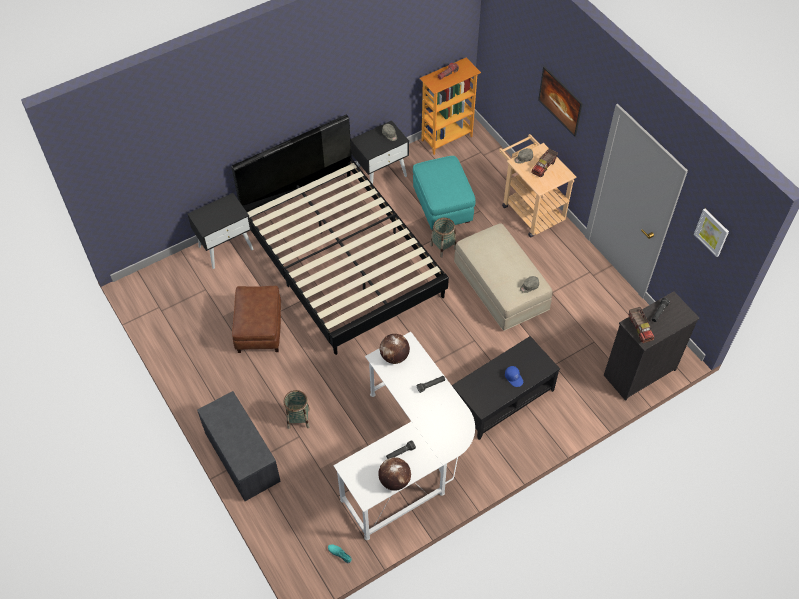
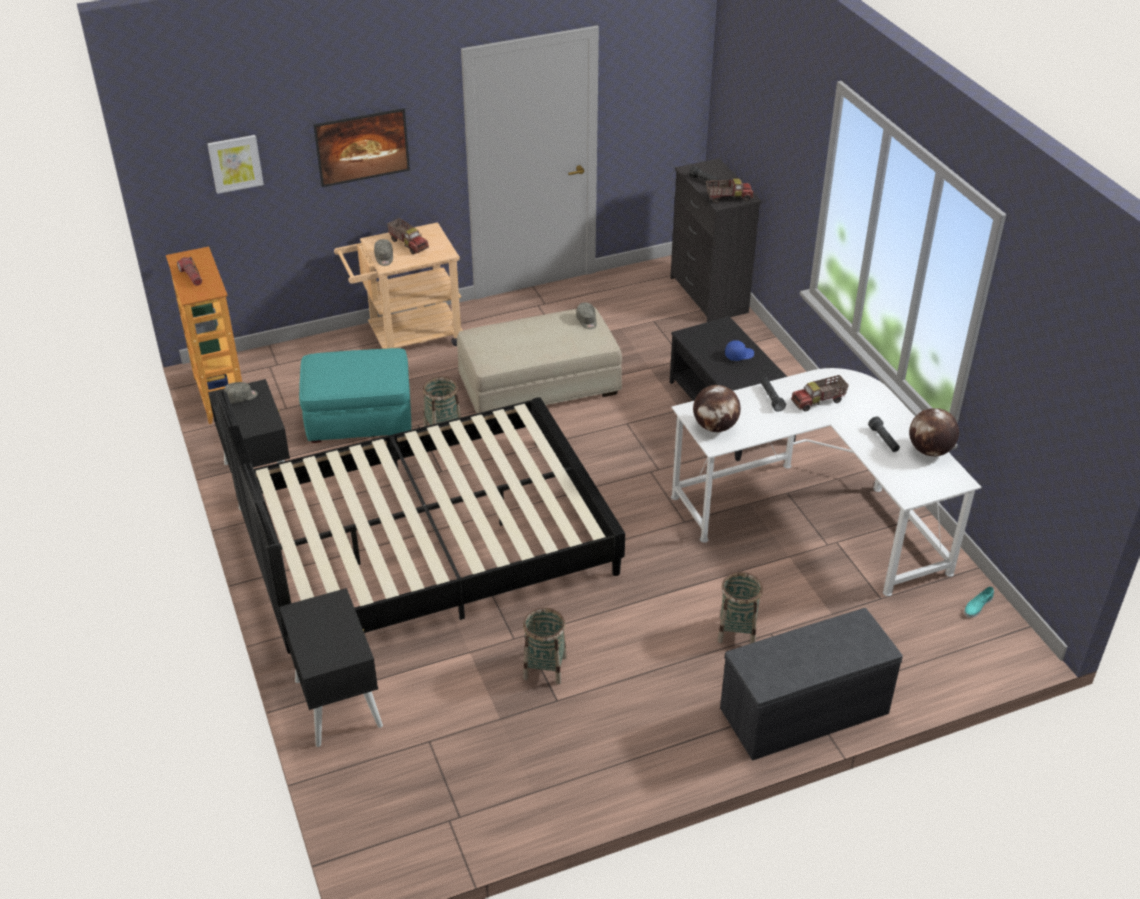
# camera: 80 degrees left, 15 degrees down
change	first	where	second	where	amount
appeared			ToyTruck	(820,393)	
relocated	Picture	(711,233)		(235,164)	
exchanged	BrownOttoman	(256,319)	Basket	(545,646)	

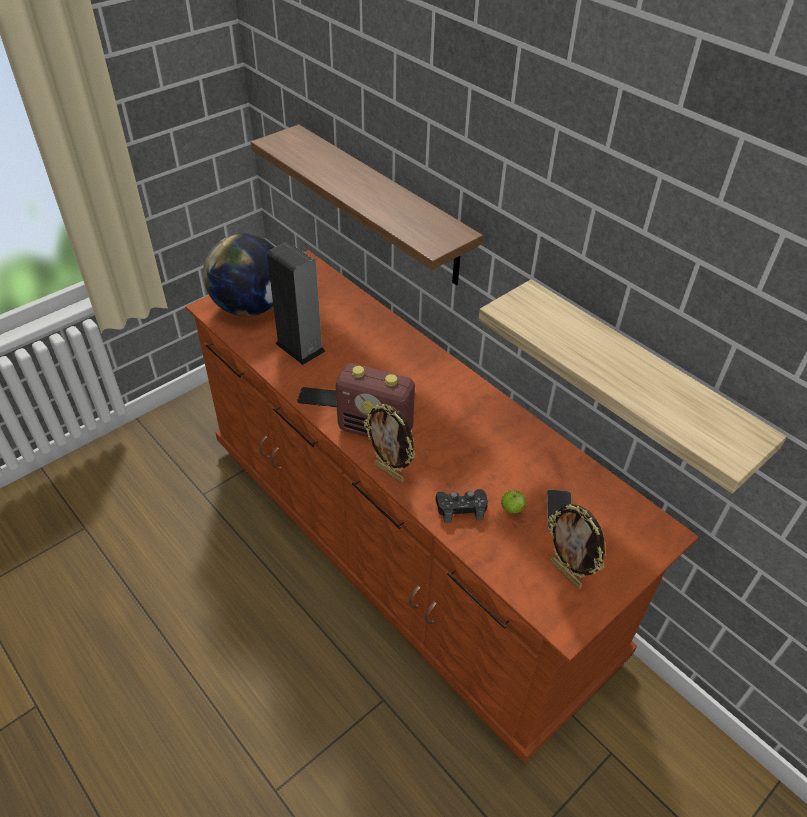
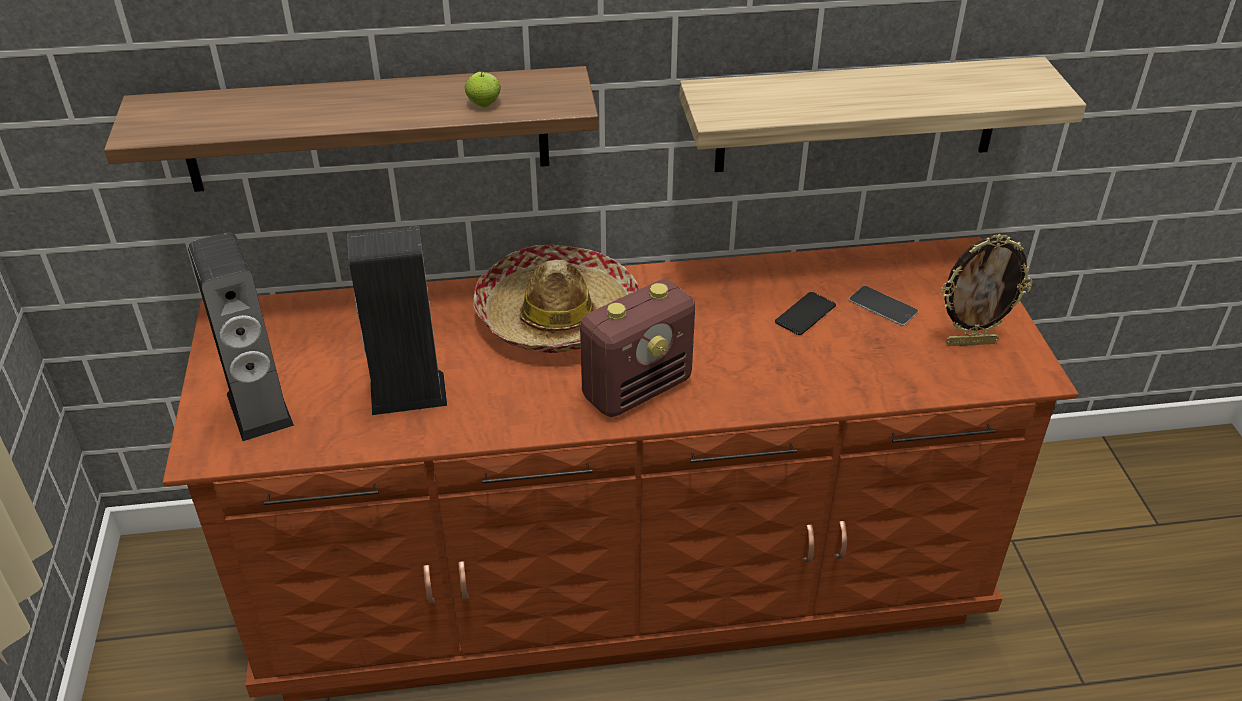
# camera: 55 degrees left, 5 degrees down
change	first	where	second	where	amount
missing	PictureFrame	(389,443)			
missing	BlackGameController	(462,506)			
appeared			Hat	(556,298)	
relocated	Phone	(317,397)		(805,313)	
relocated	Apple	(513,502)		(482,89)	
exchanged	Globe	(239,274)	Speaker	(241,336)	

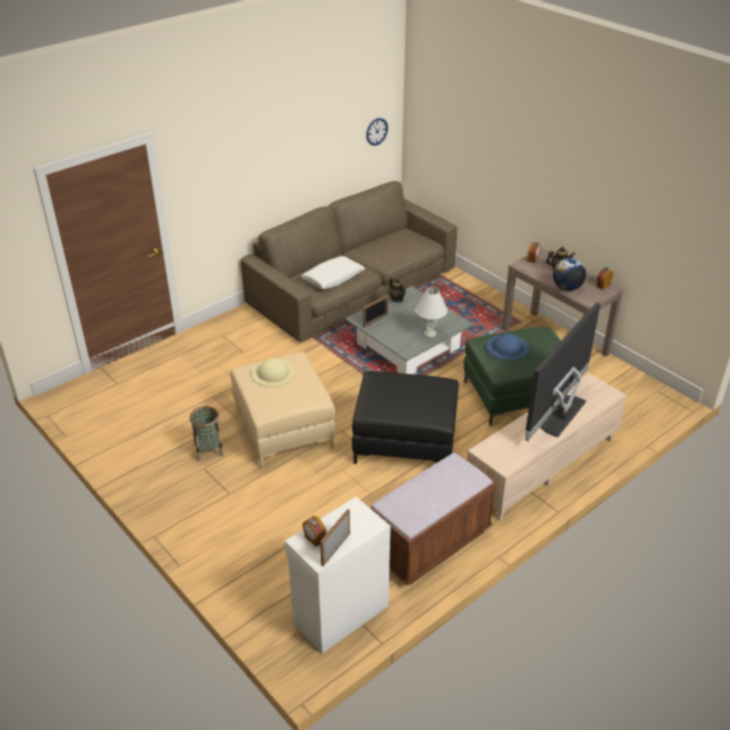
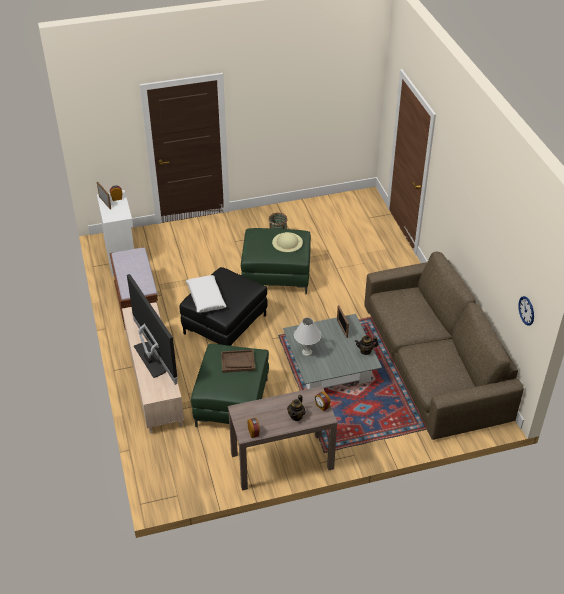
# camera: 115 degrees right, 5 degrees up
change	first	where	second	where	amount
missing	Globe	(569,274)			
relocated	WhitePillow	(333,272)		(206,294)	
exchanged	BlueHat	(507,346)	BrownTray	(238,361)	
colour	BeigeOttoman	(282,409)	GreenOttoman	(276,261)	

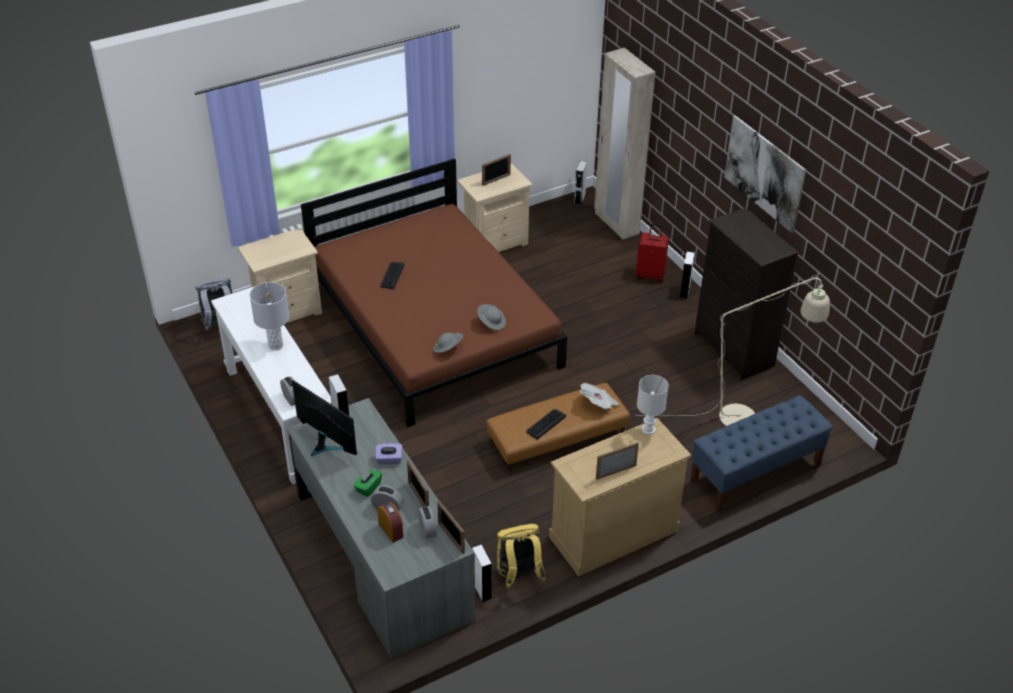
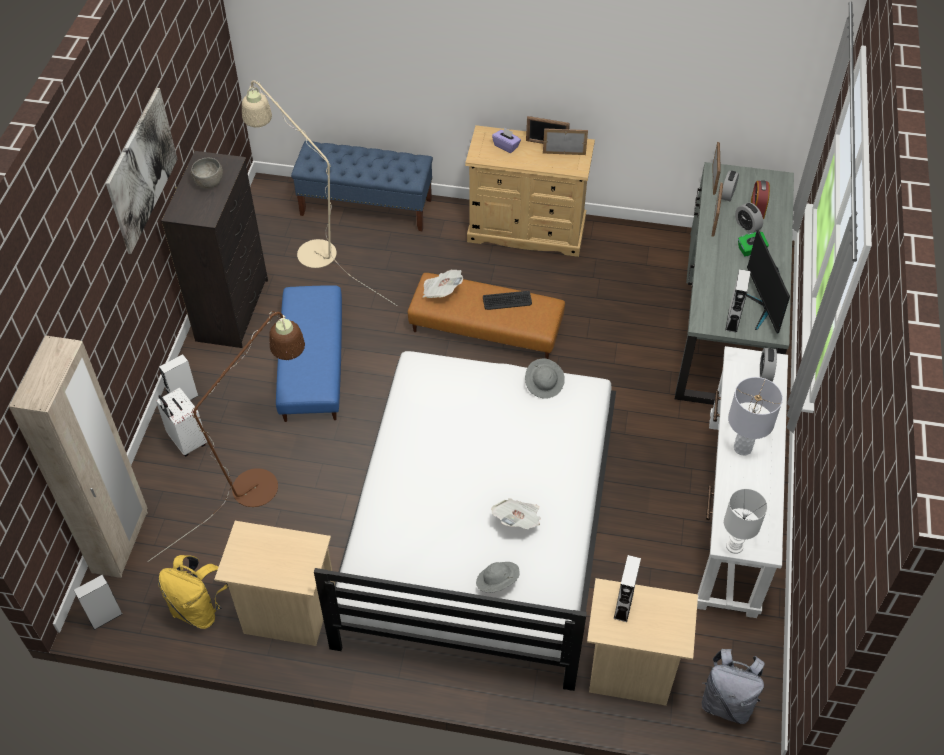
# camera: 140 degrees left, 10 degrees up
change	first	where	second	where	amount
appeared			BrownFloorLamp	(226,436)	
appeared			GreyBowl	(207,173)	
appeared			BlueOttoman	(309,353)	
relocated	PurpleTissueBox	(388,454)		(506,140)	
relocated	WhiteSpeaker	(482,573)		(627,588)	
relocated	GreyHat	(491,317)		(498,577)	
relocated	PictureFrame	(496,170)		(565,141)	
relocated	YellowBackpack	(521,556)		(193,592)	
relocated	WhiteTableLamp	(653,405)		(745,521)	
exchanged	Keyboard	(392,275)	Newspaper	(516,513)	
colour	BrownBed	(434,292)	WhiteBed	(465,521)	
colour	RedSuitcase	(652,253)	WhiteSuitcase	(181,422)	

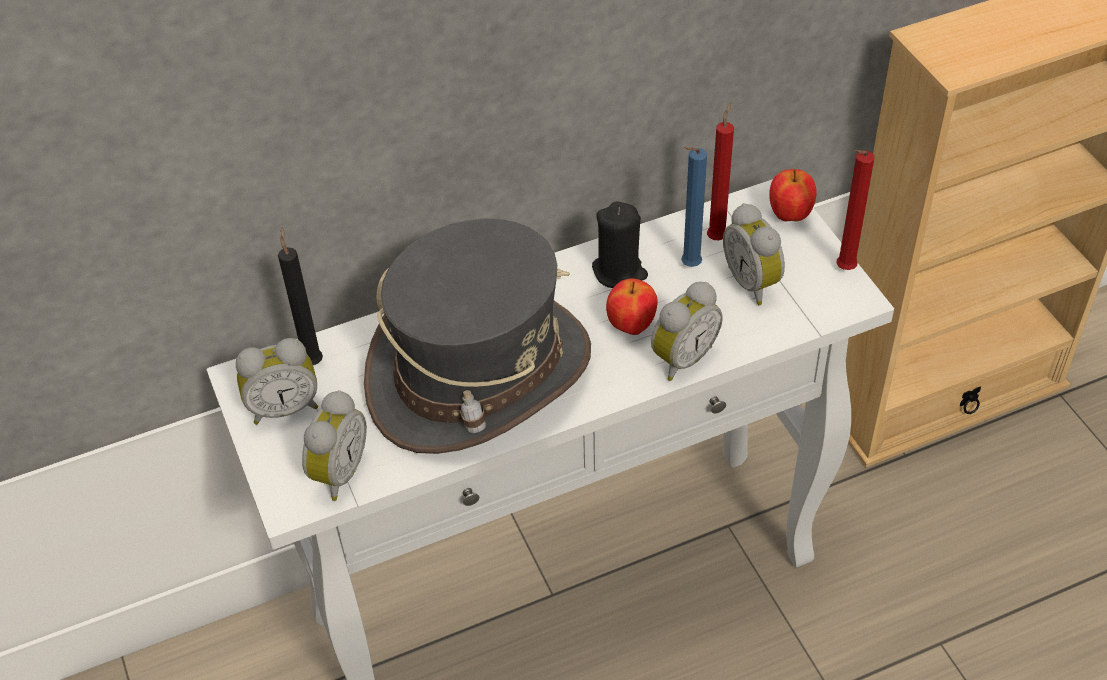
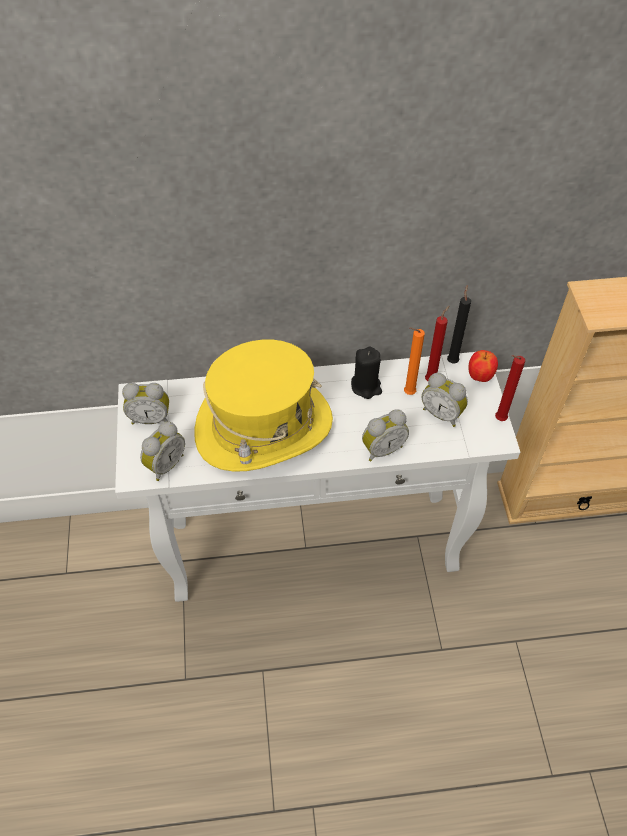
# camera: 15 degrees right, 5 degrees up
change	first	where	second	where	amount
missing	Apple	(632,306)			
relocated	BlackCandle	(300,296)		(459,324)	
colour	GreyHat	(477,336)	YellowHat	(263,405)	
colour	BlueCandle	(694,207)	OrangeCandle	(414,361)	
spun	AlarmClock	(754,254)		(445,400)	45 degrees counterclockwise

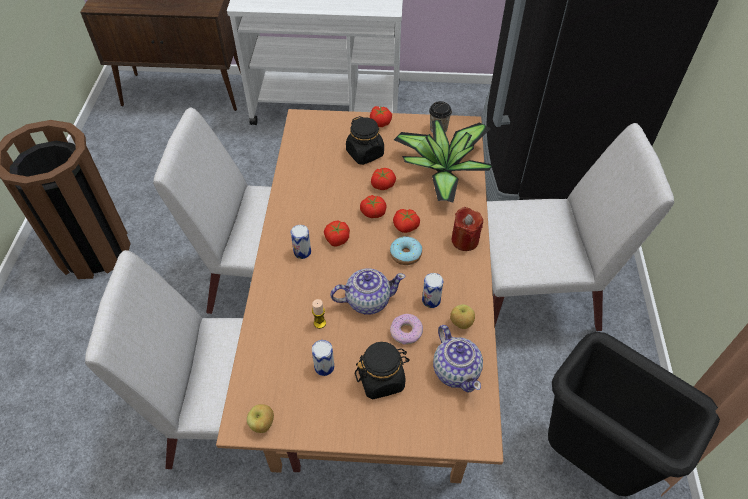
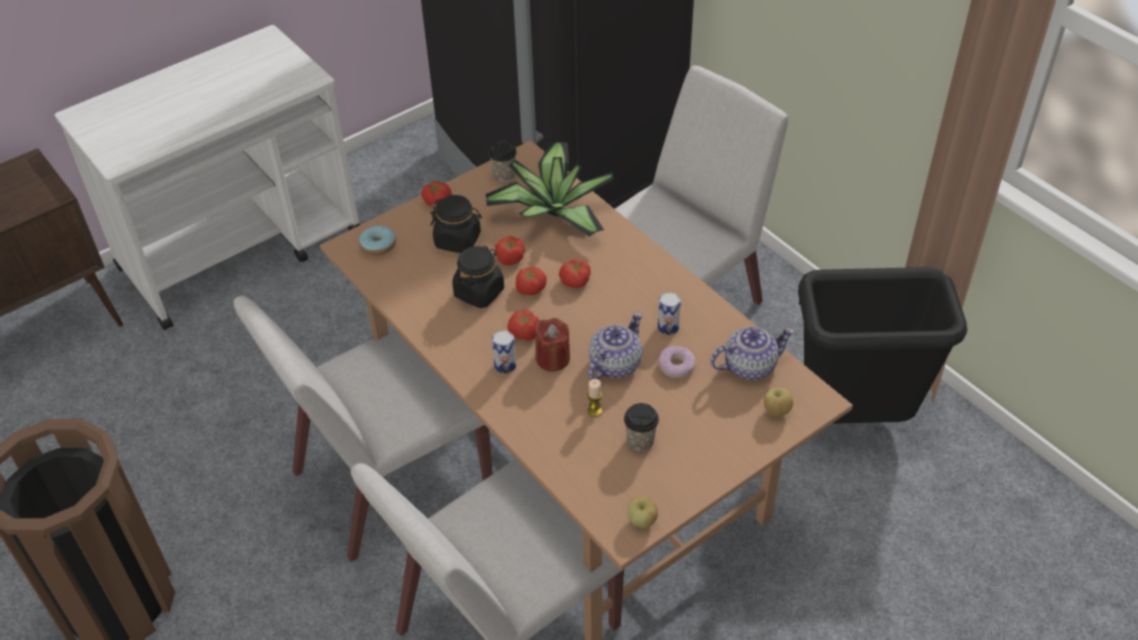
# camera: 40 degrees left, 5 degrees down
change	first	where	second	where	amount
relocated	BlackJar	(382,370)		(478,277)	
relocated	Donut	(406,250)		(377,240)	
relocated	Apple	(462,316)		(778,402)	
relocated	RedCandle	(467,229)		(552,344)	
exchanged	Can	(323,358)	Cup	(641,427)	
spun	Teapot	(458,358)		(752,353)	45 degrees counterclockwise

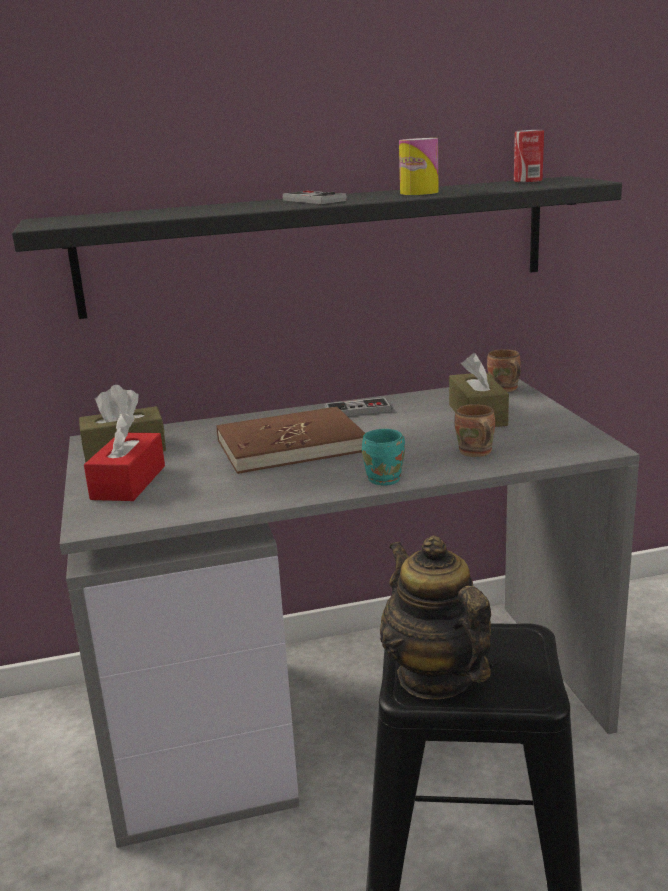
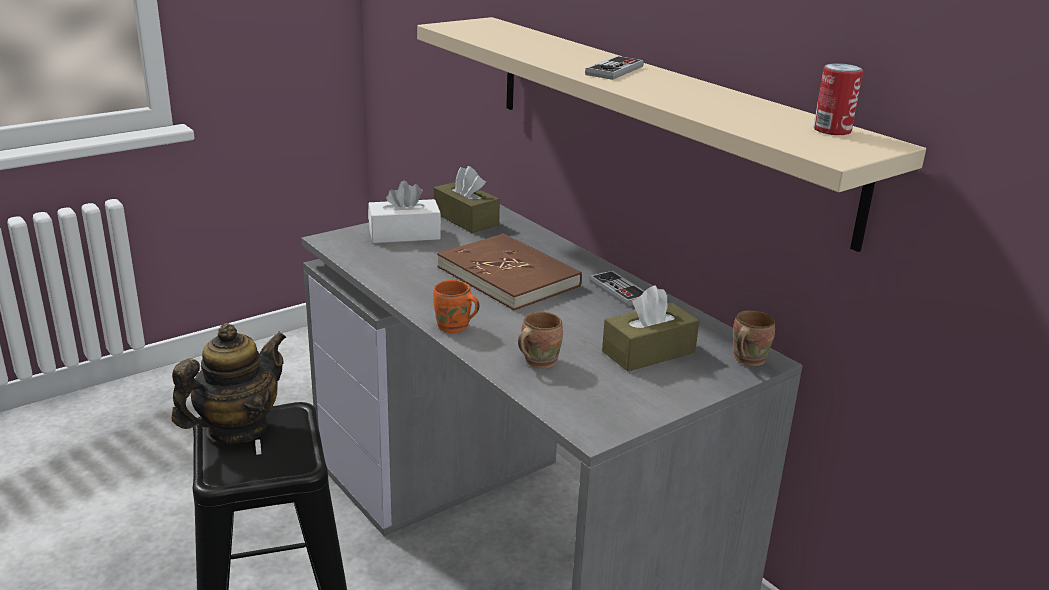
# camera: 65 degrees right, 5 degrees up
change	first	where	second	where	amount
missing	Can	(419,166)			
colour	BlackShelf	(317,247)	BeigeShelf	(671,134)	
colour	RedTissueBox	(124,457)	WhiteTissueBox	(404,212)	
colour	TurquoiseMug	(383,457)	OrangeMug	(456,306)	

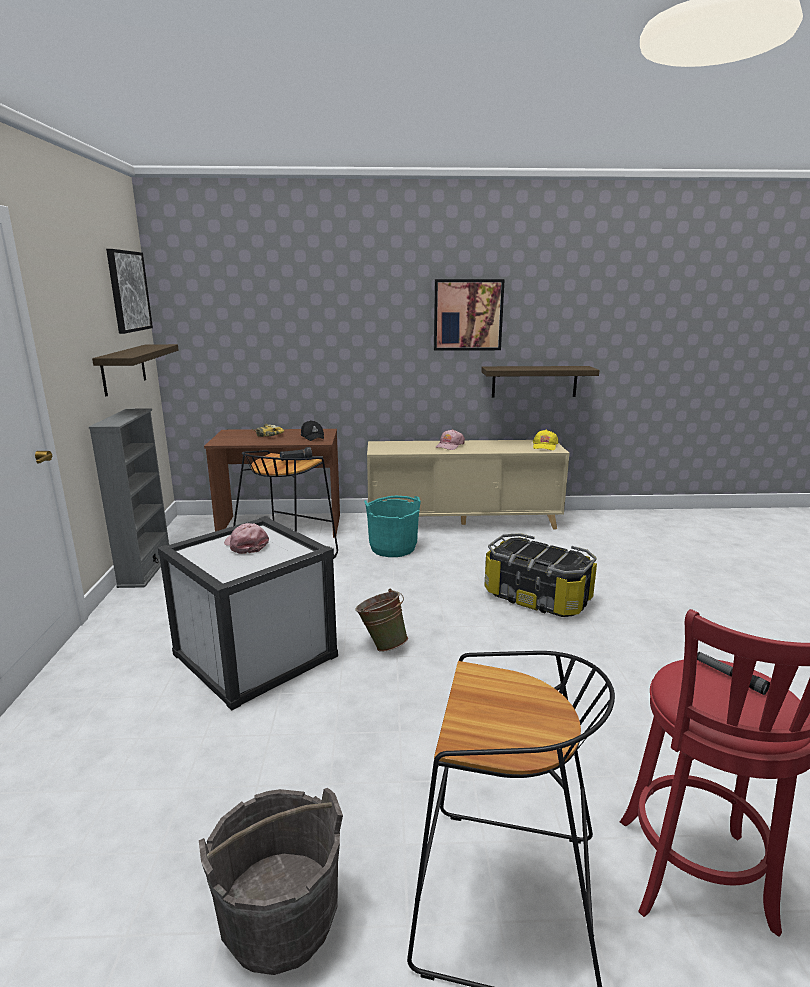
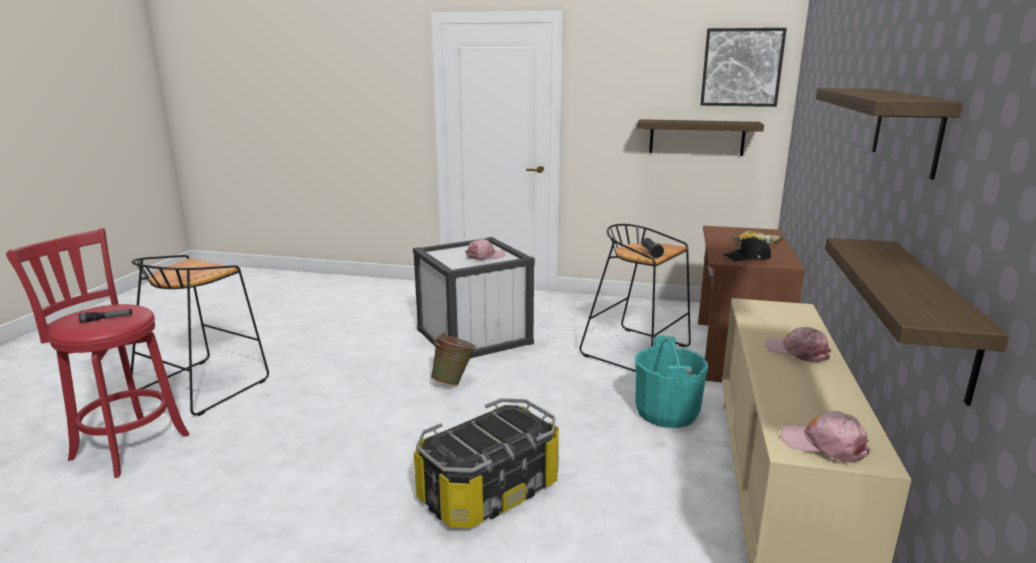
# camera: 105 degrees right, 0 degrees up
change	first	where	second	where	amount
missing	GreyBookcase	(129,498)			
missing	GreyBucket	(271,881)			
exchanged	Picture	(469,315)	Shelf	(889,134)	
colour	YellowCap	(545,440)	PinkCap	(825,437)	

